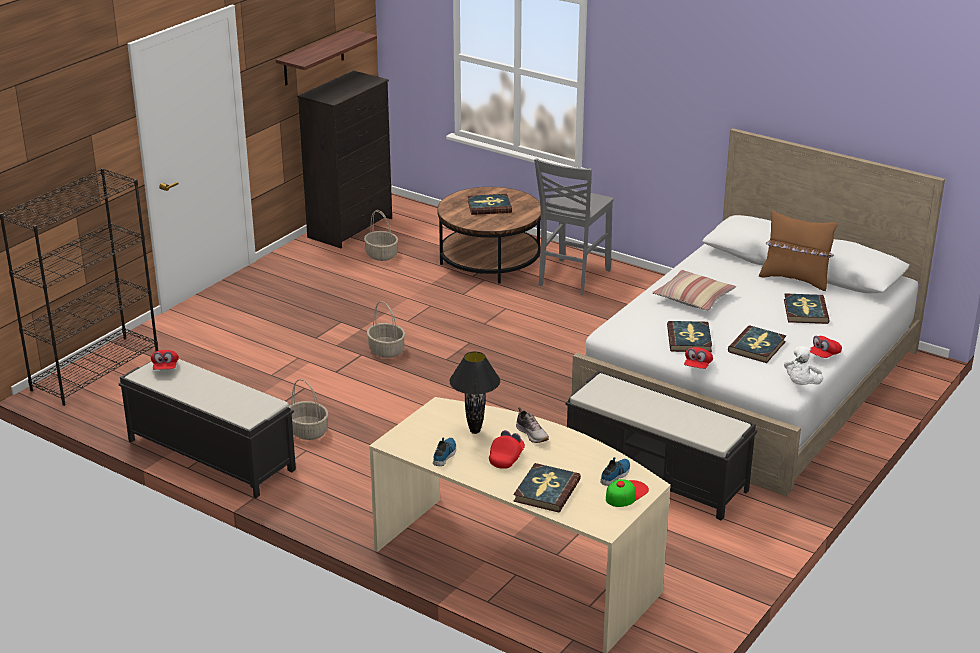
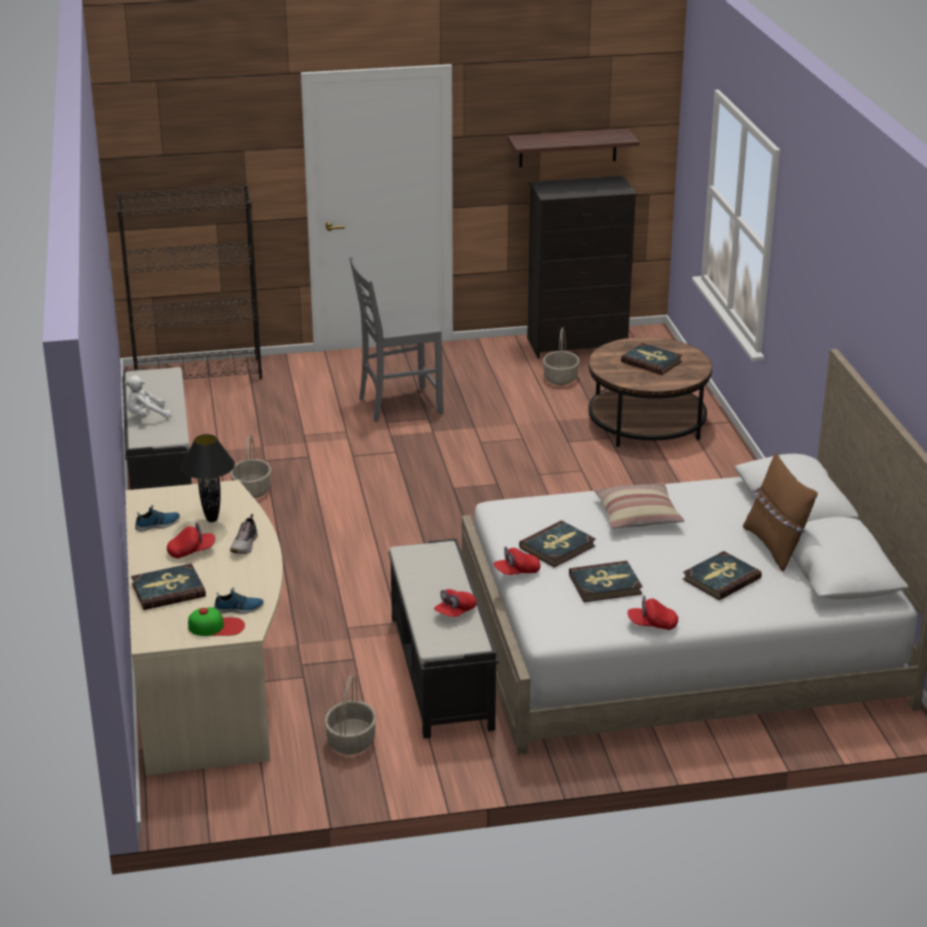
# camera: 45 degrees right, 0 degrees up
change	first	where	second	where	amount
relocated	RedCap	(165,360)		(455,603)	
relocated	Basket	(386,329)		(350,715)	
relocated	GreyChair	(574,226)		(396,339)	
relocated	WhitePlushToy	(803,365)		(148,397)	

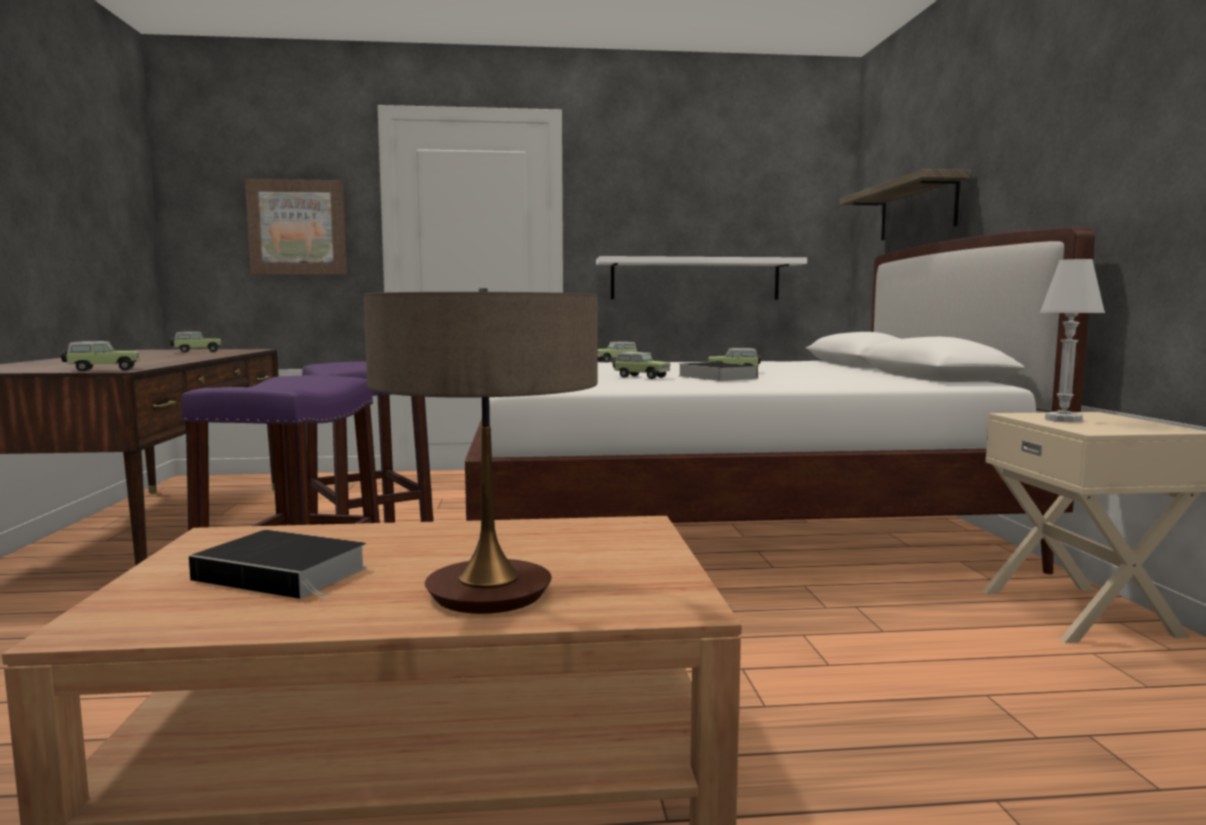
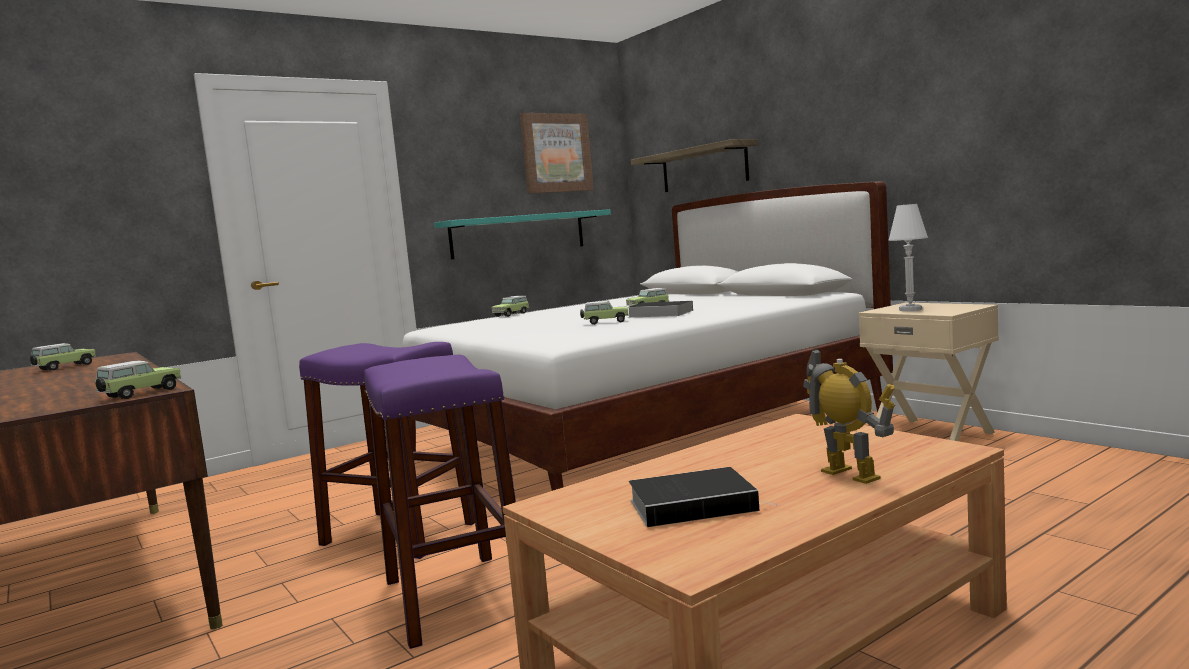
# camera: 30 degrees left, 0 degrees up
change	first	where	second	where	amount
relocated	Picture	(296,227)		(557,153)	
exchanged	TableLamp	(480,451)	ToyRobot	(849,416)	
colour	WhiteShelf	(701,278)	TurquoiseShelf	(522,234)	

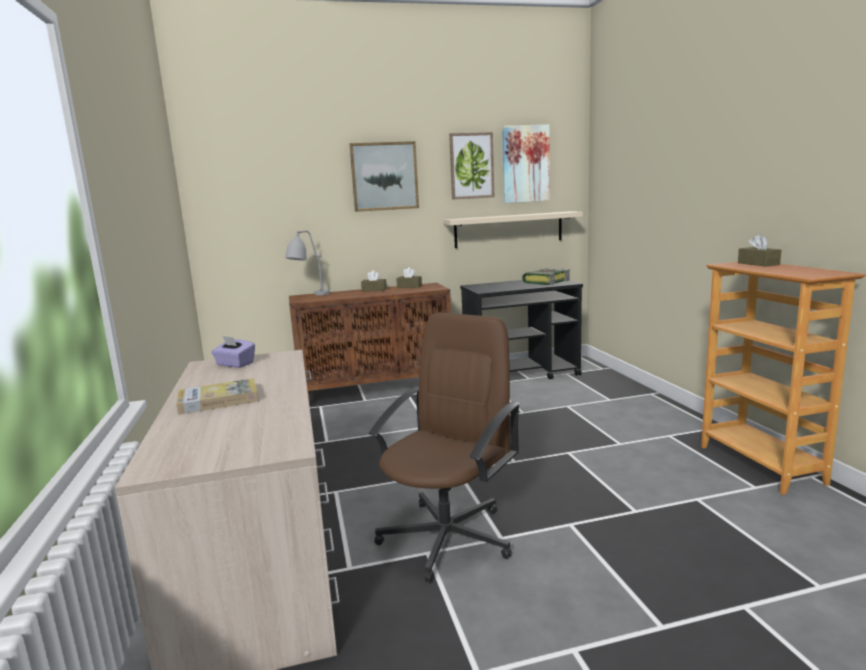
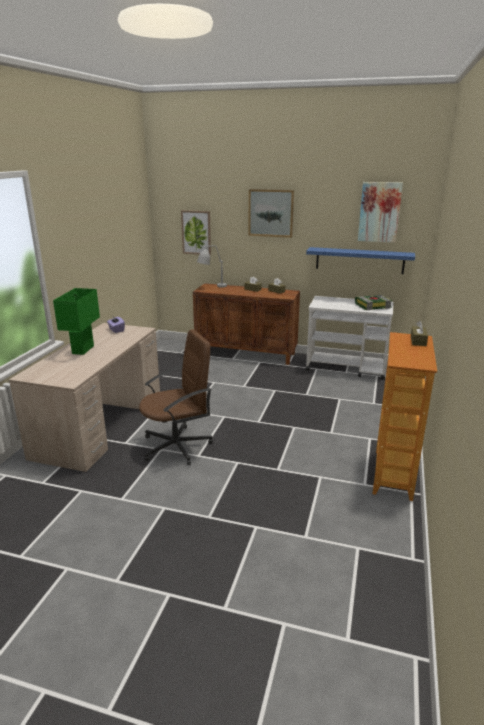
# camera: 30 degrees right, 10 degrees up
change	first	where	second	where	amount
relocated	Picture	(471,166)		(196,232)	
exchanged	Book	(217,396)	GreenTableLamp	(76,321)	
colour	BeigeShelf	(513,229)	BlueShelf	(360,260)	
colour	BlackCart	(521,329)	WhiteCart	(350,337)	

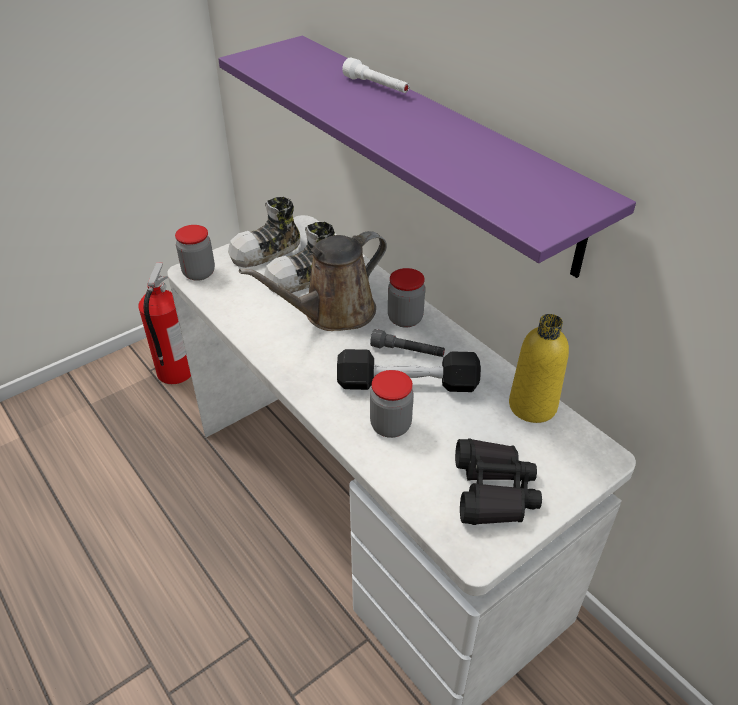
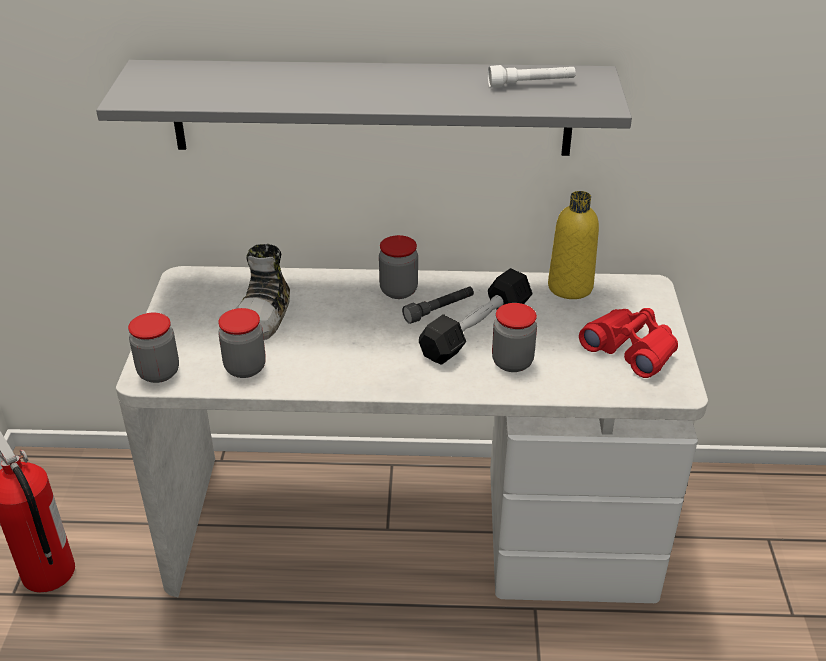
# camera: 50 degrees left, 5 degrees down
change	first	where	second	where	amount
missing	Shoe	(264,232)			
missing	BrownWateringCan	(313,281)			
appeared			Jar	(242,343)	
relocated	WhiteFlashlight	(375,75)		(531,76)	
colour	PurpleShelf	(427,157)	GreyShelf	(364,108)	
colour	BlackBinoculars	(498,481)	RedBinoculars	(628,343)	

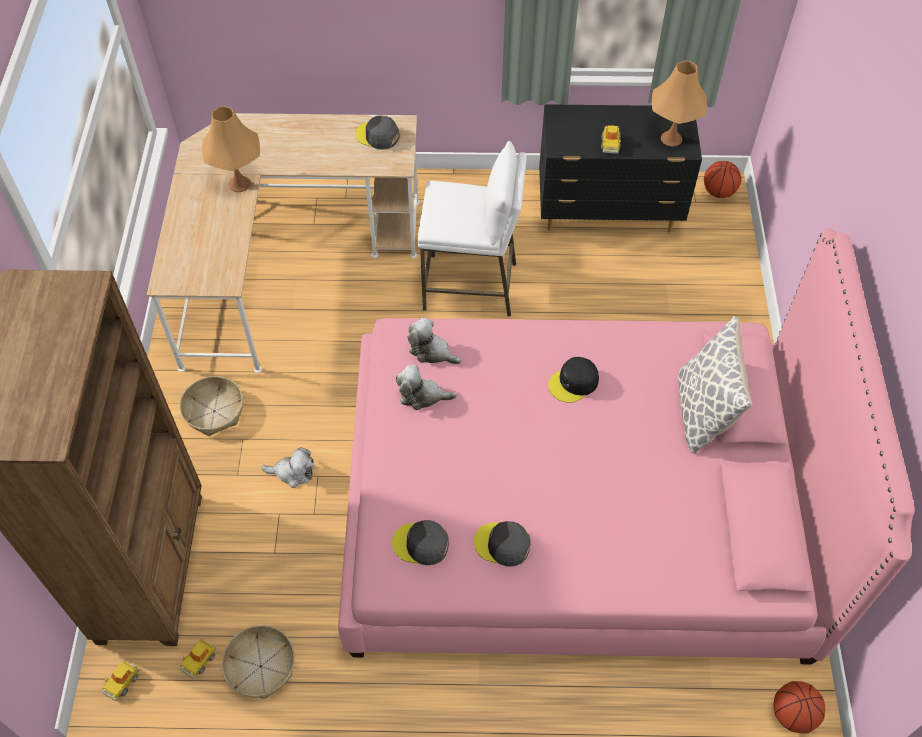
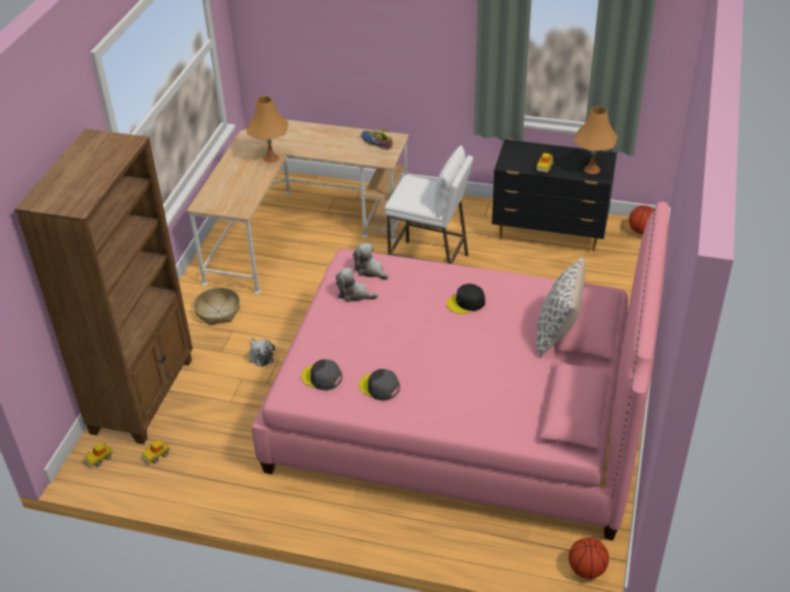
# camera: 15 degrees right, 15 degrees down
change	first	where	second	where	amount
missing	Basket	(258,662)			
exchanged	GreyCap	(378,133)	Shoe	(377,139)	
spun	PlushToy	(287,467)		(262,352)	45 degrees clockwise

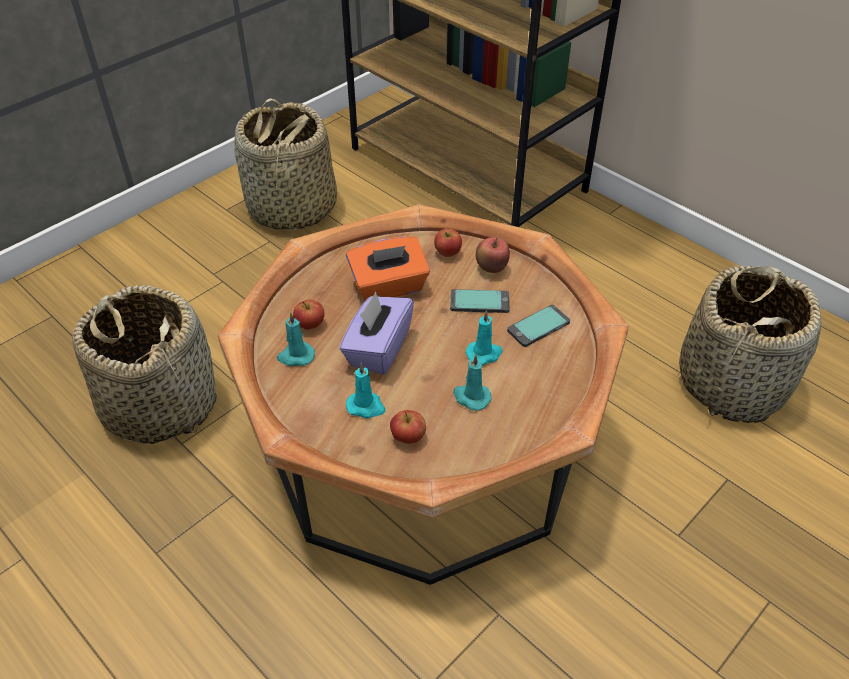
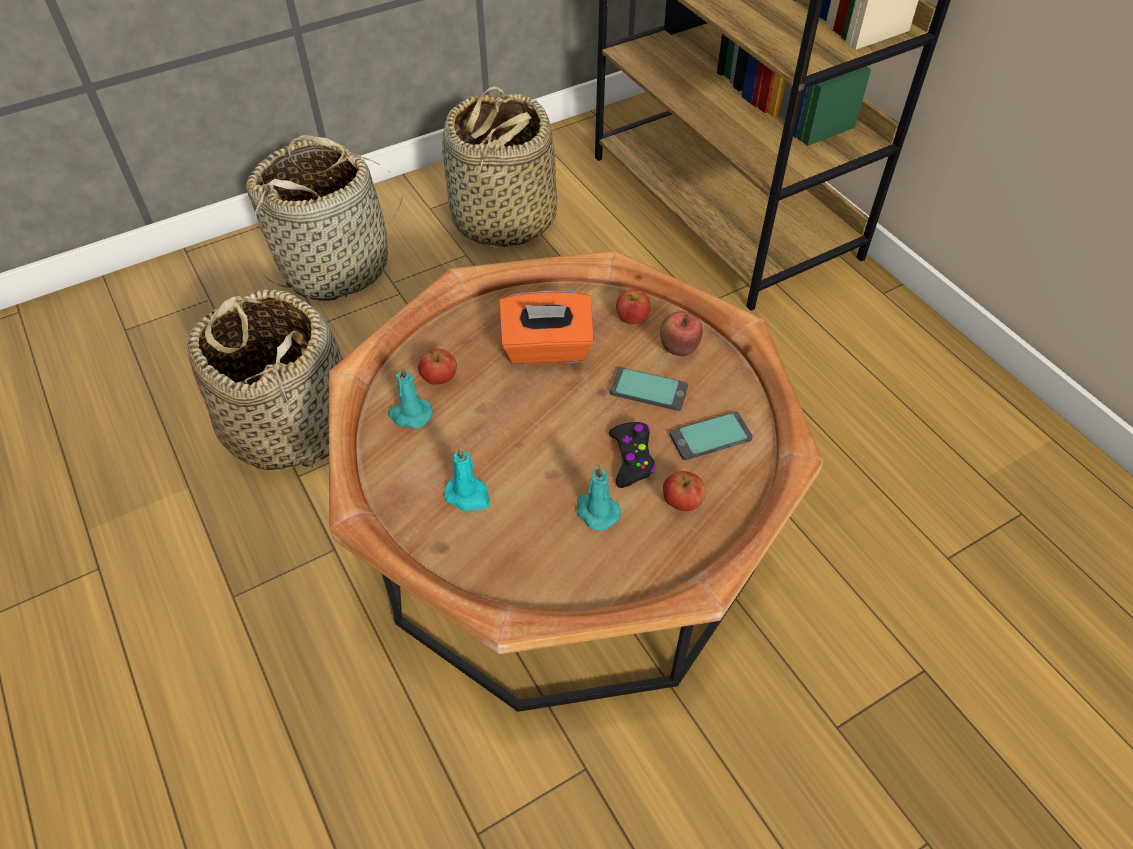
# camera: 15 degrees right, 5 degrees up
change	first	where	second	where	amount
missing	PurpleTissueBox	(377,333)			
relocated	Apple	(408,427)		(684,491)	
relocated	Basket	(750,344)		(324,218)	
exchanged	TurquoiseCandle	(484,337)	BlackGameController	(632,455)	

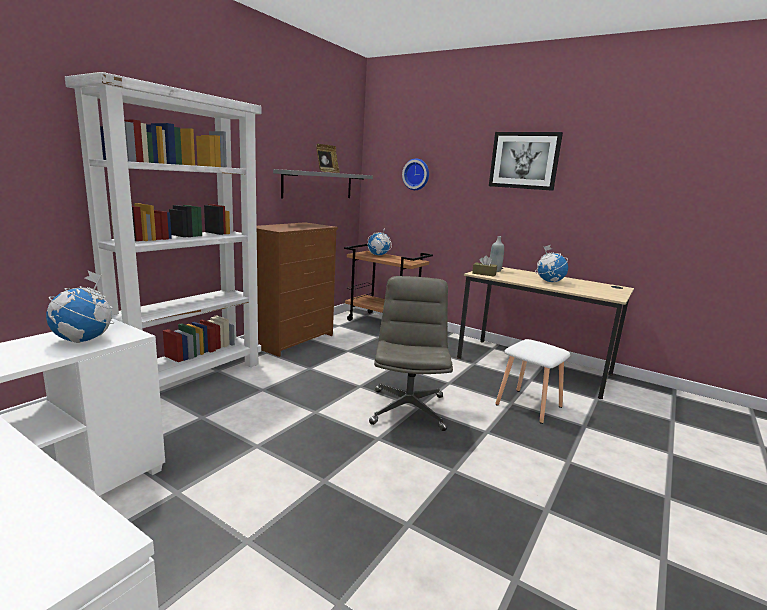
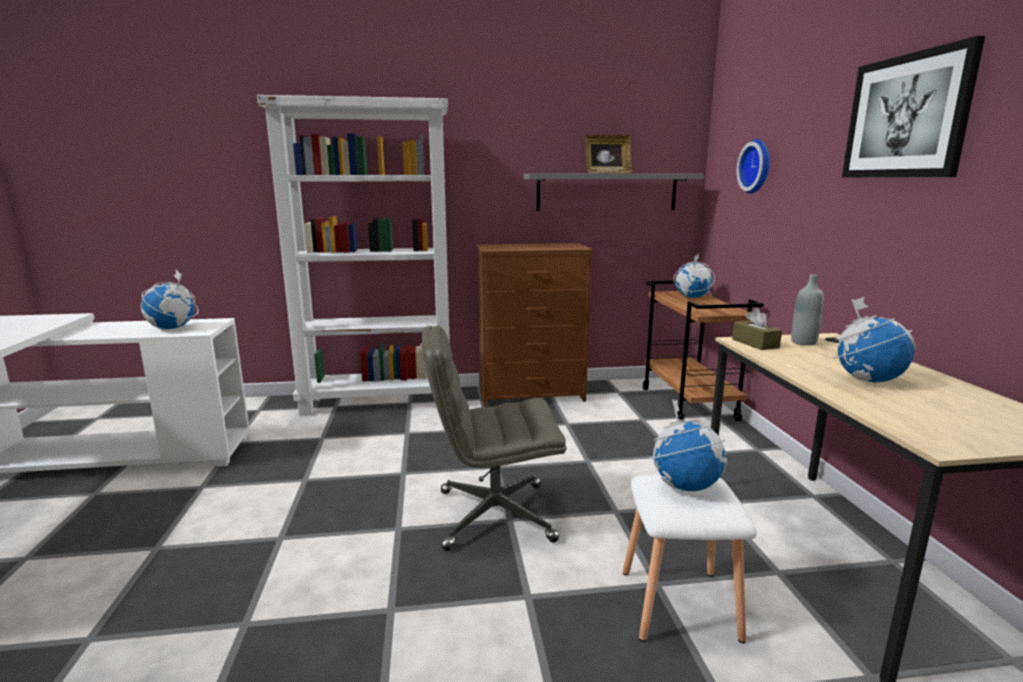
# camera: 50 degrees right, 0 degrees up
change	first	where	second	where	amount
appeared			Globe	(687,445)	
spun	GreyOfficeChair	(411,353)		(494,438)	150 degrees counterclockwise

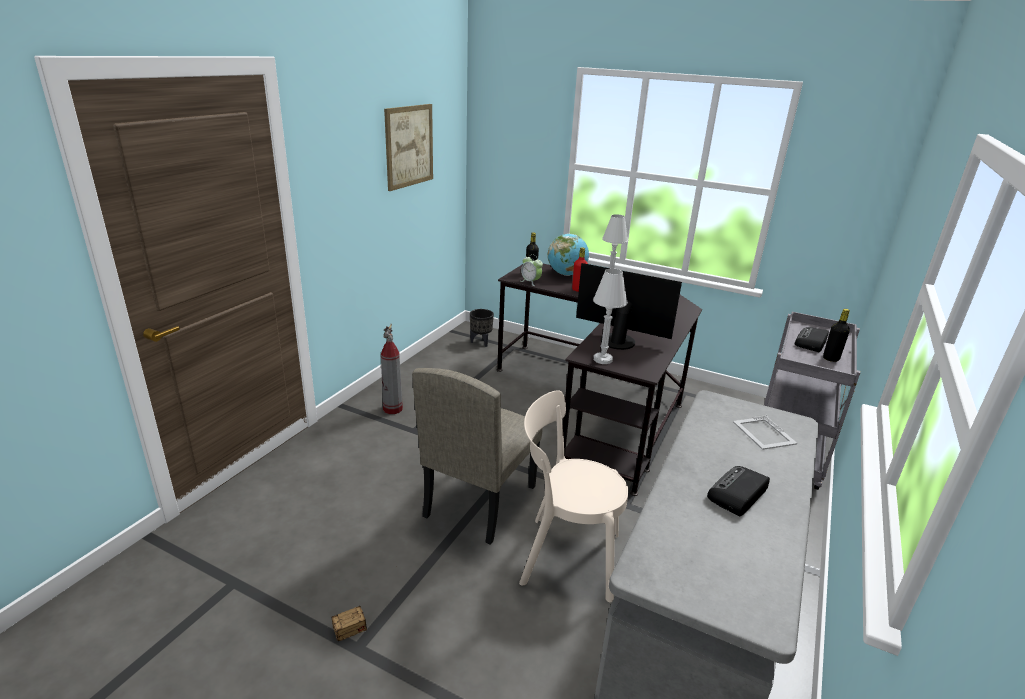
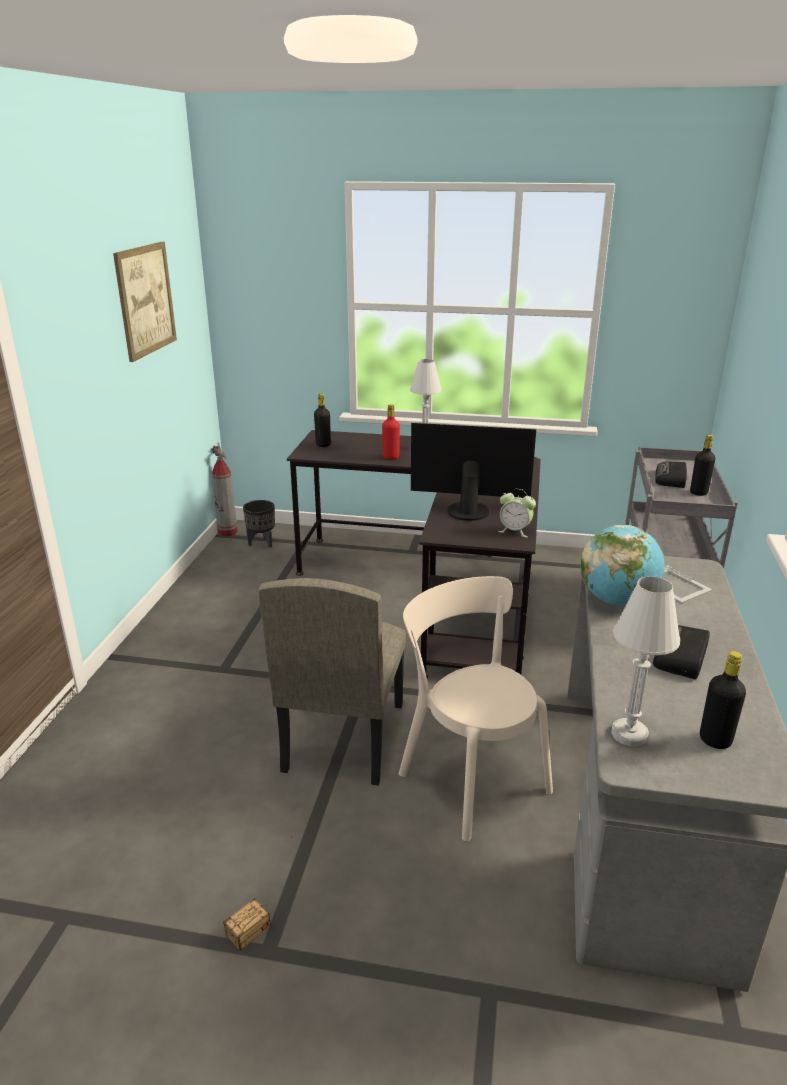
# camera: 15 degrees left, 0 degrees up
change	first	where	second	where	amount
appeared			BlackBottle	(723,700)	
relocated	FireExtinguisher	(392,369)		(224,489)	
relocated	AlarmClock	(532,270)		(517,513)	
relocated	Globe	(568,254)		(622,565)	
relocated	WhiteTableLamp	(610,316)		(645,661)	
spun	BeigeChair	(573,496)		(476,709)	60 degrees clockwise

